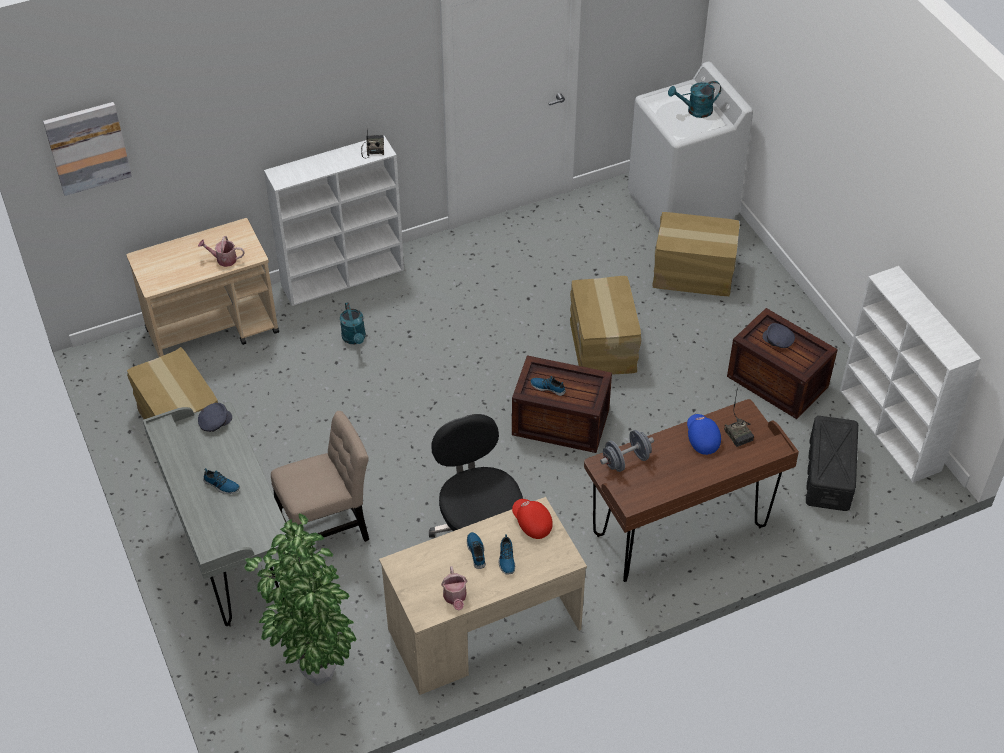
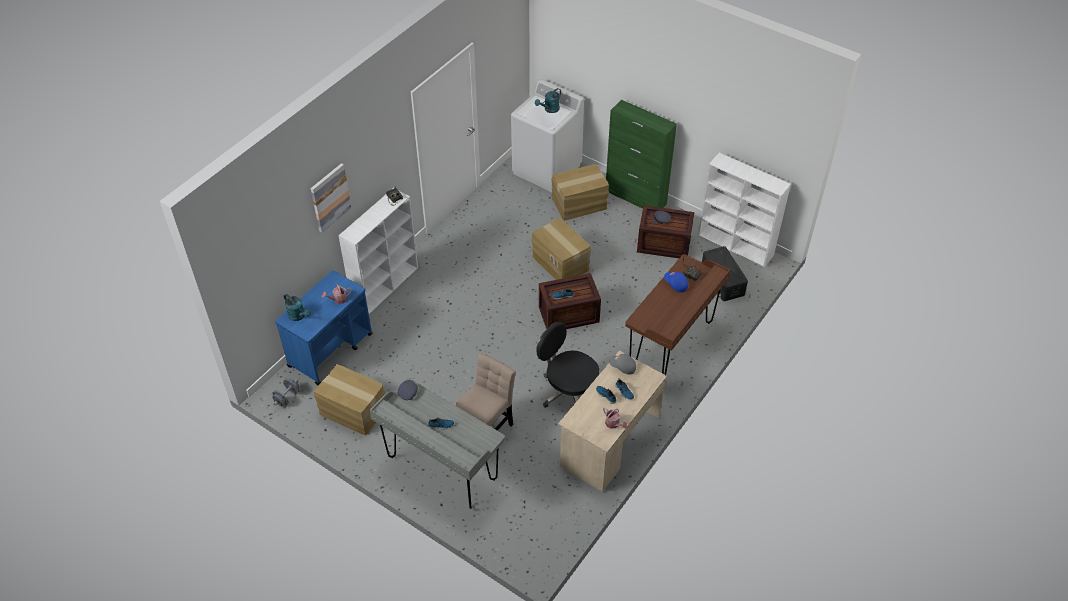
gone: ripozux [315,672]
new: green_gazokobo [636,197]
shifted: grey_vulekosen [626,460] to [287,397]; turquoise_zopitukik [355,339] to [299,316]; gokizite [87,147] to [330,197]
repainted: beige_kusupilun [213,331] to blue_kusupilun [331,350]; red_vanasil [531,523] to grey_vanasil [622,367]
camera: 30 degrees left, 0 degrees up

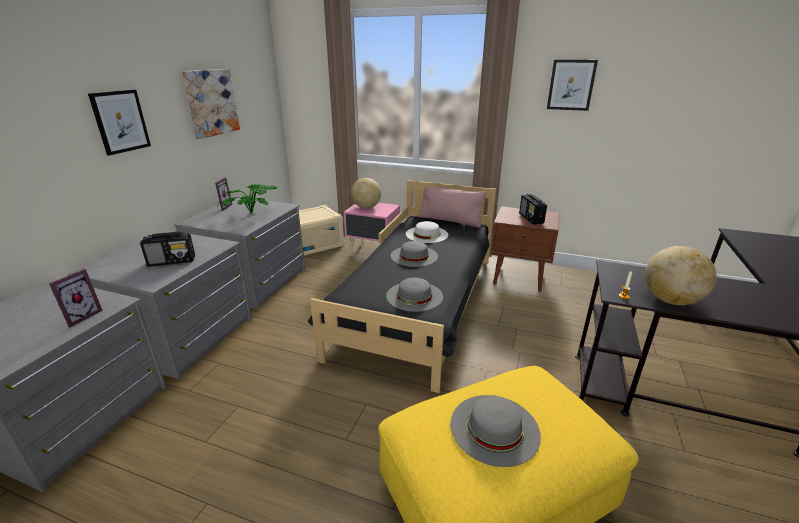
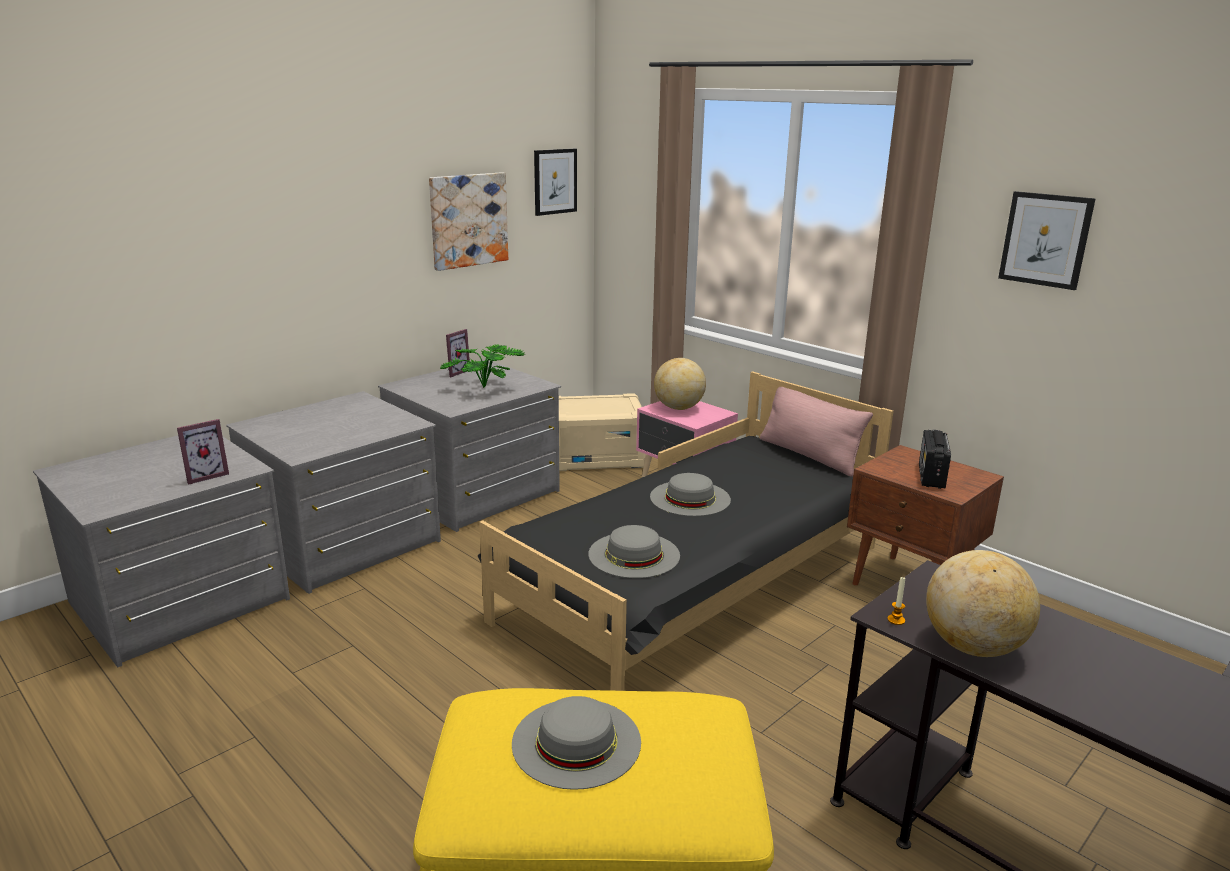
gone: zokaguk [172,261]; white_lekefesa [427,234]
shifted: gokizite [120,121] to [555,181]
camera: 25 degrees right, 5 degrees down

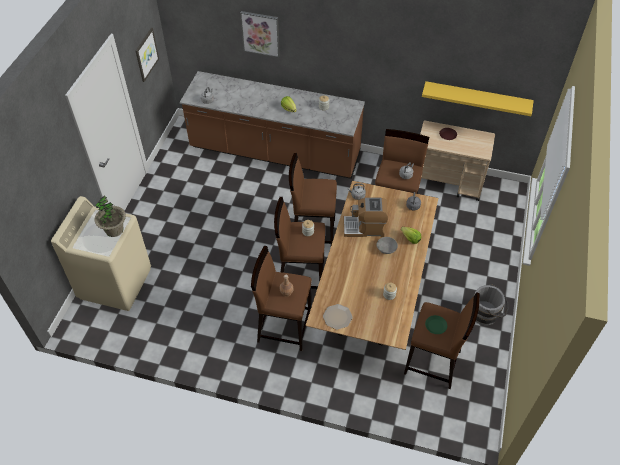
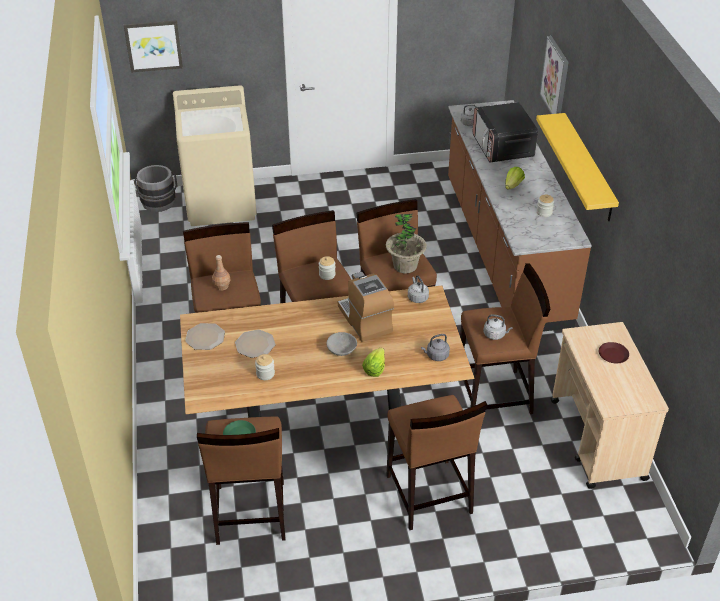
new: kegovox [255,344]; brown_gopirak [428,495]; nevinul [502,147]
shifted: gokizite [146,54] to [153,45]; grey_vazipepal [486,313] to [159,204]; ripozux [114,230] to [405,265]; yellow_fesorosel [477,98] to [588,167]
camera: 65 degrees right, 10 degrees down

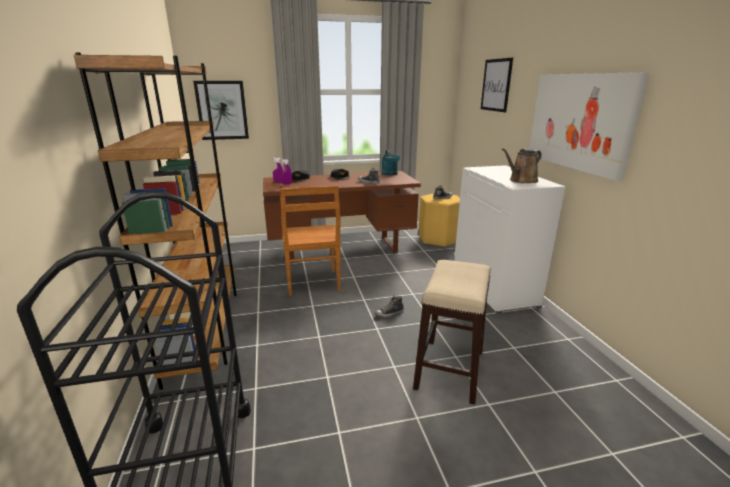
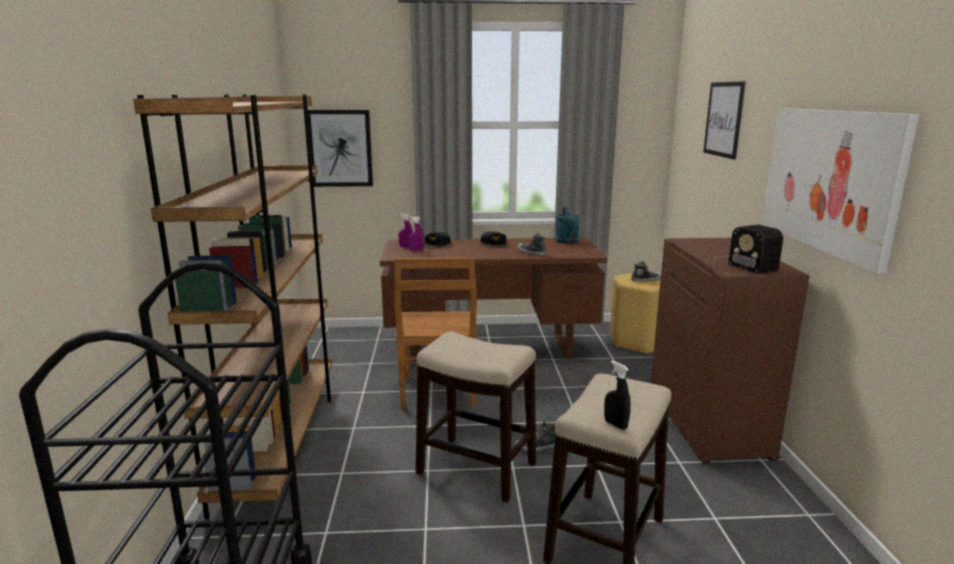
new: gopirak [475,468]; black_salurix [615,424]
swapped: brown_zopitukik [521,181] to zokaguk [743,263]
repainted: white_gazokobo [494,287] to brown_gazokobo [709,423]
camera: 10 degrees right, 5 degrees down

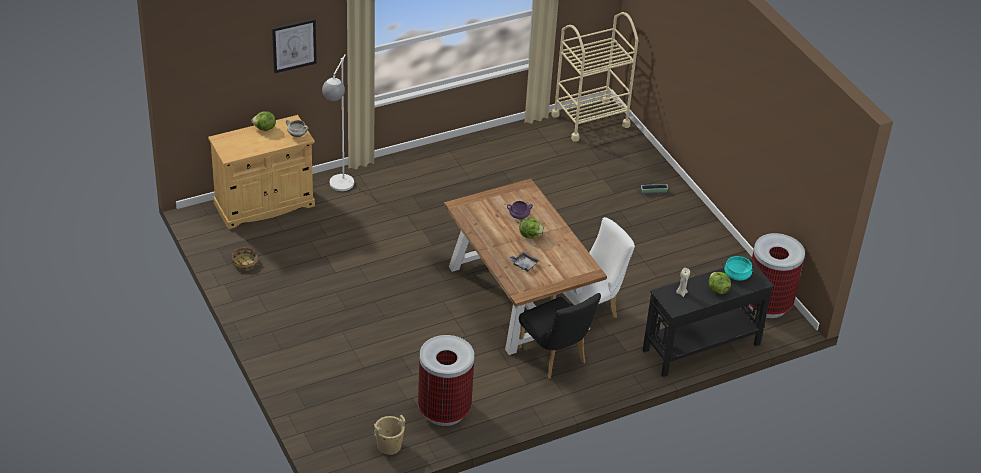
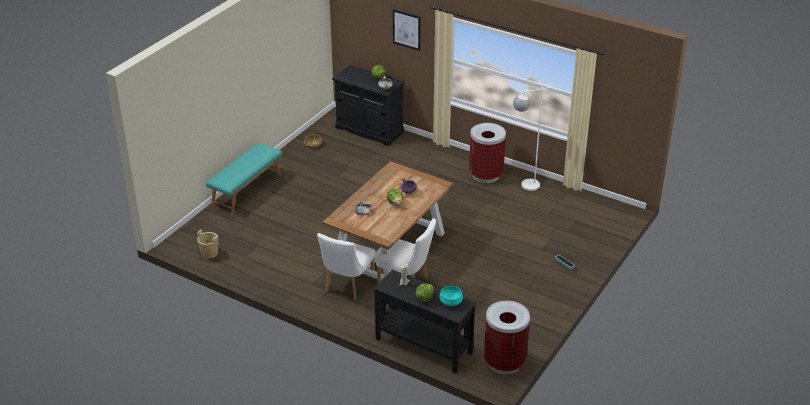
gone: beige_kusupilun [590,120]
new: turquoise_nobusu [246,190]
shifted: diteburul [444,410] to [486,175]; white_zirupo [339,189] to [524,186]
repainted: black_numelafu [555,358] to white_numelafu [347,286]; beige_gazokobo [264,205] to black_gazokobo [369,130]
camera: 60 degrees right, 5 degrees down

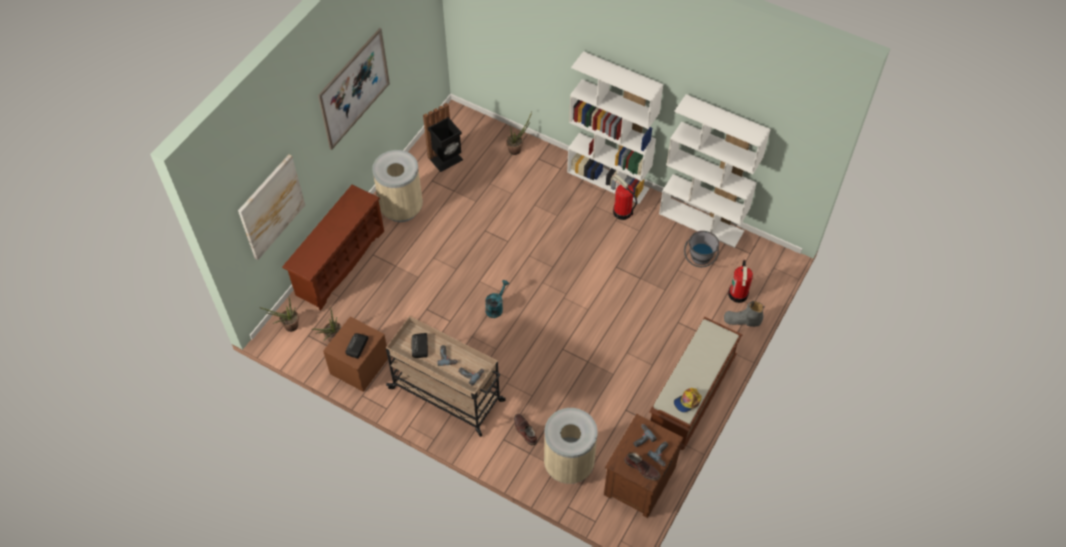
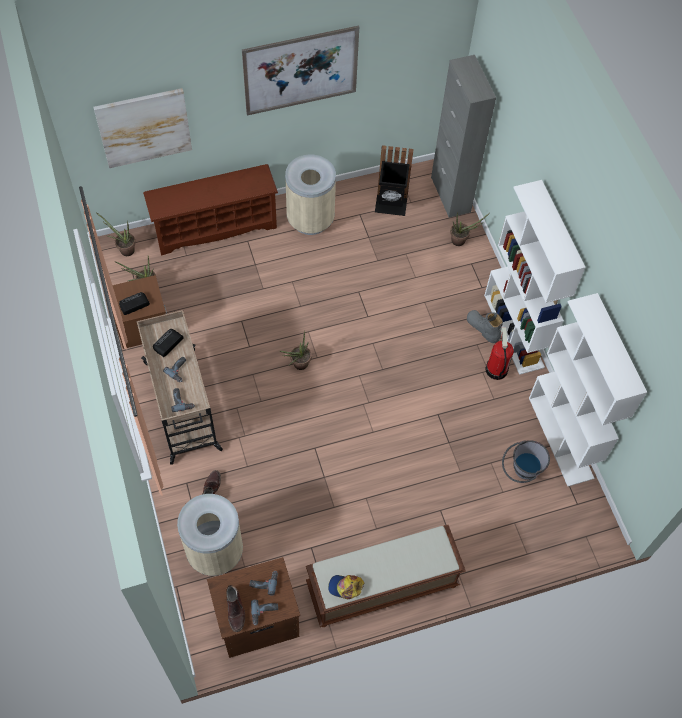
gone: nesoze [738,294]
new: grey_gazokobo [450,194]
shifted: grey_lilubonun [742,320] to [483,328]
swapped: turquoise_zopitukik [496,307] to ripozux [298,365]
camera: 40 degrees right, 5 degrees up

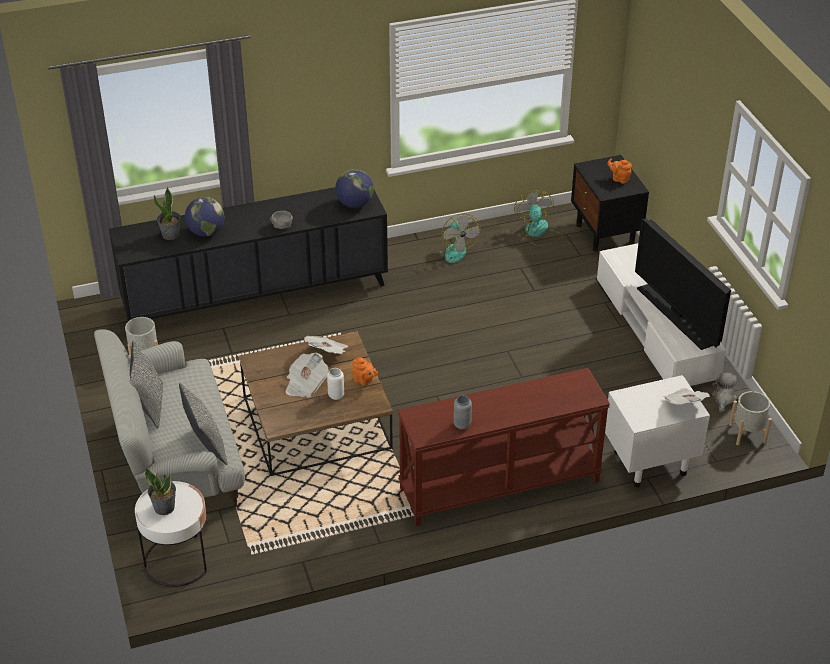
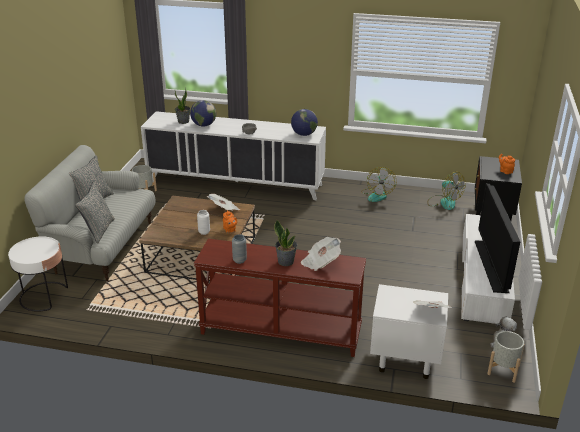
shifted: ripozux [164,507] to [286,261]; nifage [305,385] to [320,262]
repainted: black_gazokobo [255,295] to white_gazokobo [235,183]
rotated: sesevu [538,233] = [444,202] 120 degrees clockwise
camera: 30 degrees right, 10 degrees down

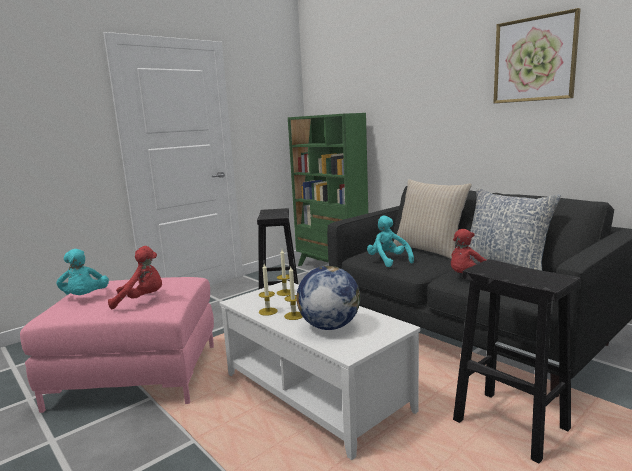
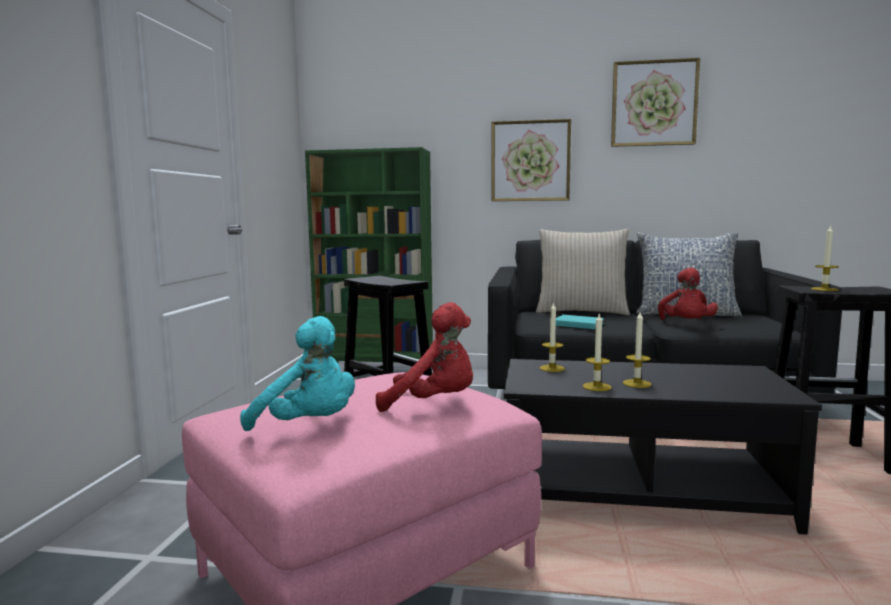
gone: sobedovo [329,326]
new: gokizite [530,161]; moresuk [824,289]
swapped: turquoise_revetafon [388,261] to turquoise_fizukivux [577,324]
repainted: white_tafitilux [316,391] to black_tafitilux [639,492]
rotated: red_revetafon [142,300] = [433,404] 60 degrees clockwise
camera: 40 degrees left, 5 degrees down

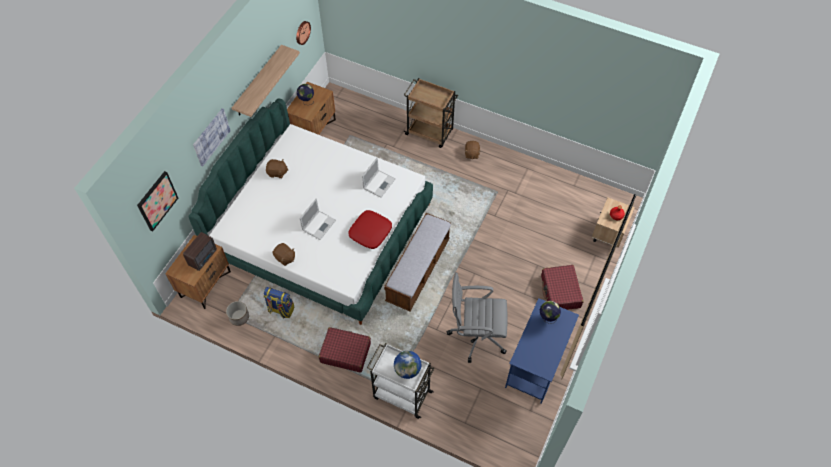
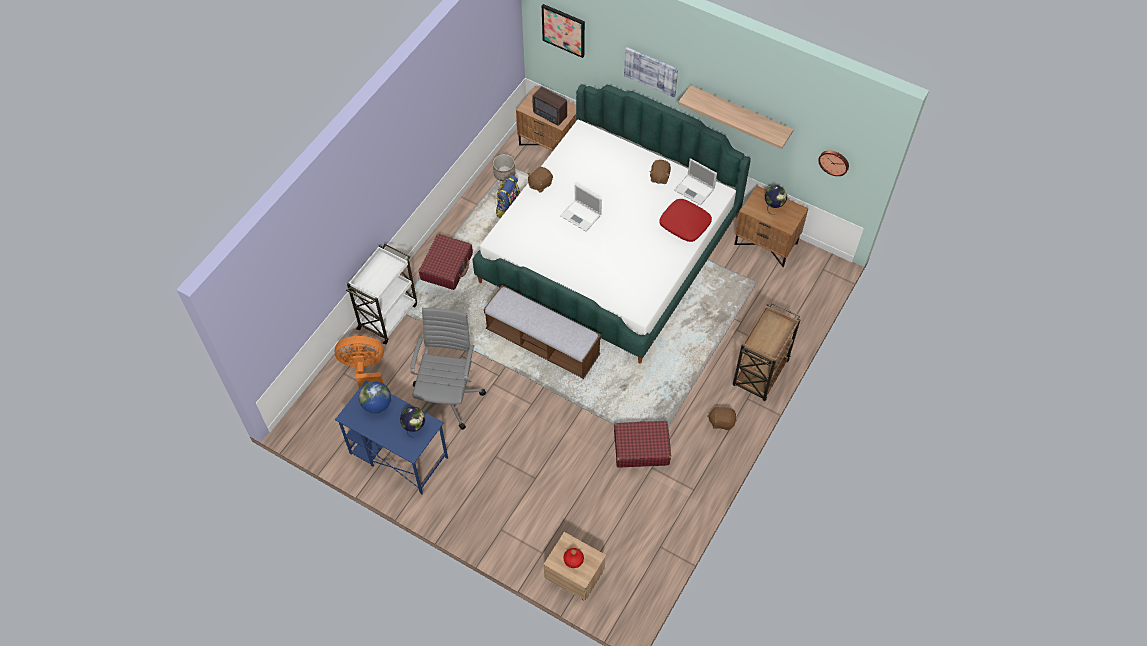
new: orange_sesevu [364,369]
shifted: sobedovo [407,369] to [377,404]; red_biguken [560,292] to [641,448]; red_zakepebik [370,232] to [685,224]; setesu [379,183] to [695,190]
camera: 95 degrees right, 0 degrees up

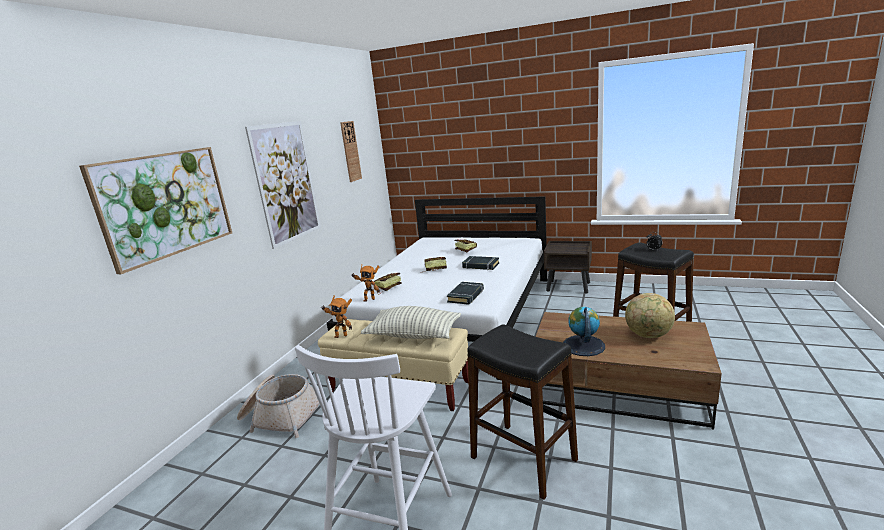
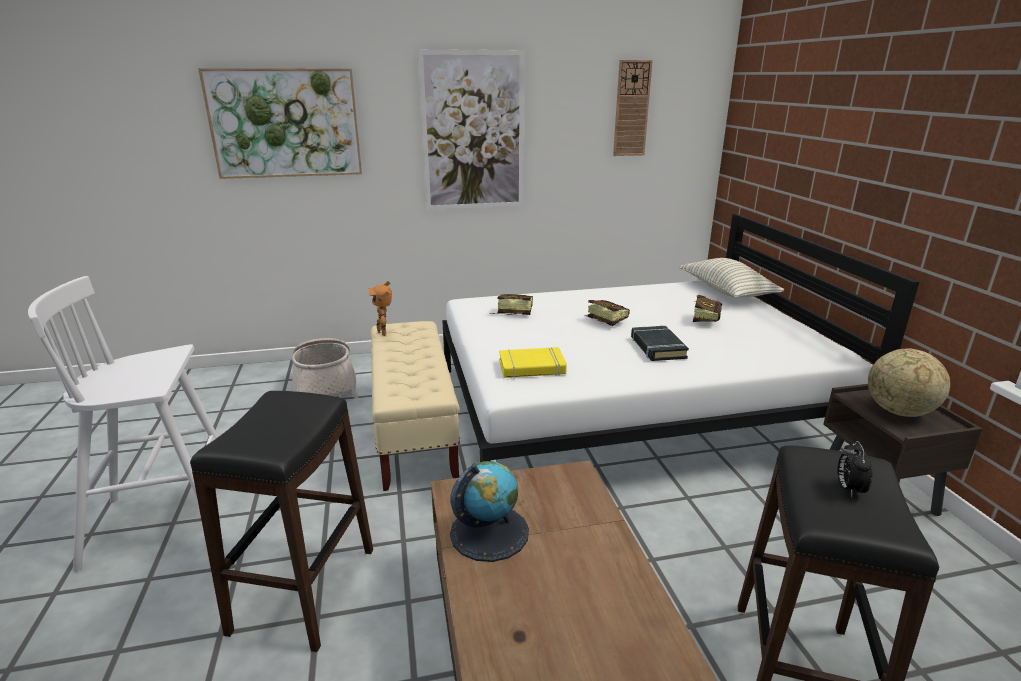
gone: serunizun [369,299]
shifted: zakepebik [413,335] to [726,291]; sobedovo [648,335] to [898,412]
repainted: black_fizukivux [466,296] to yellow_fizukivux [532,368]
camera: 55 degrees right, 5 degrees up

